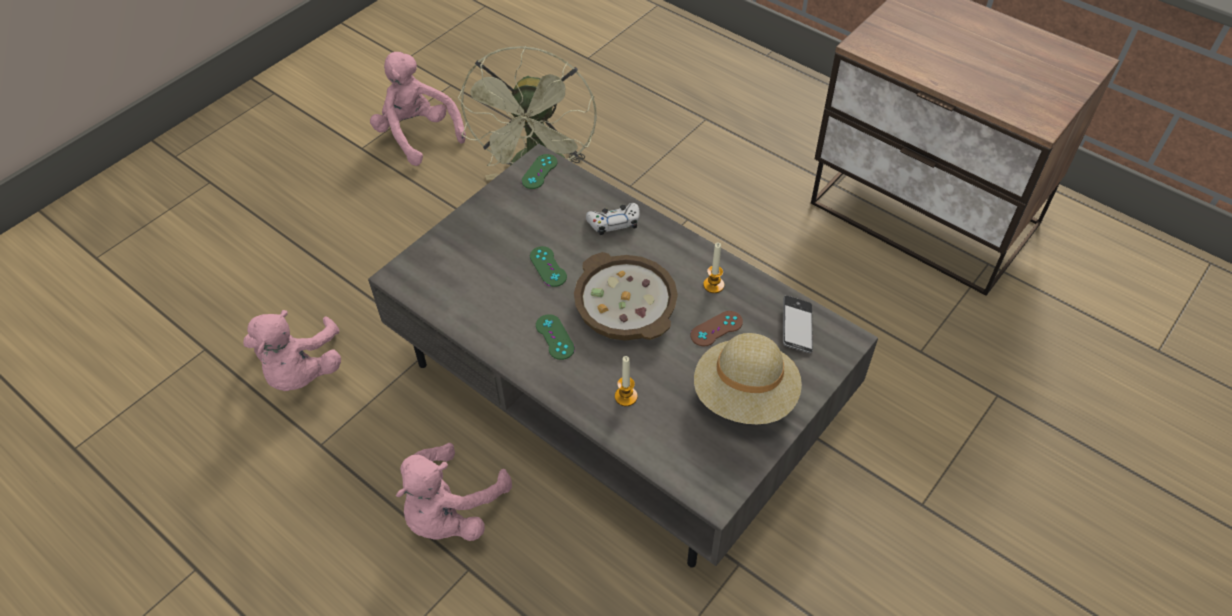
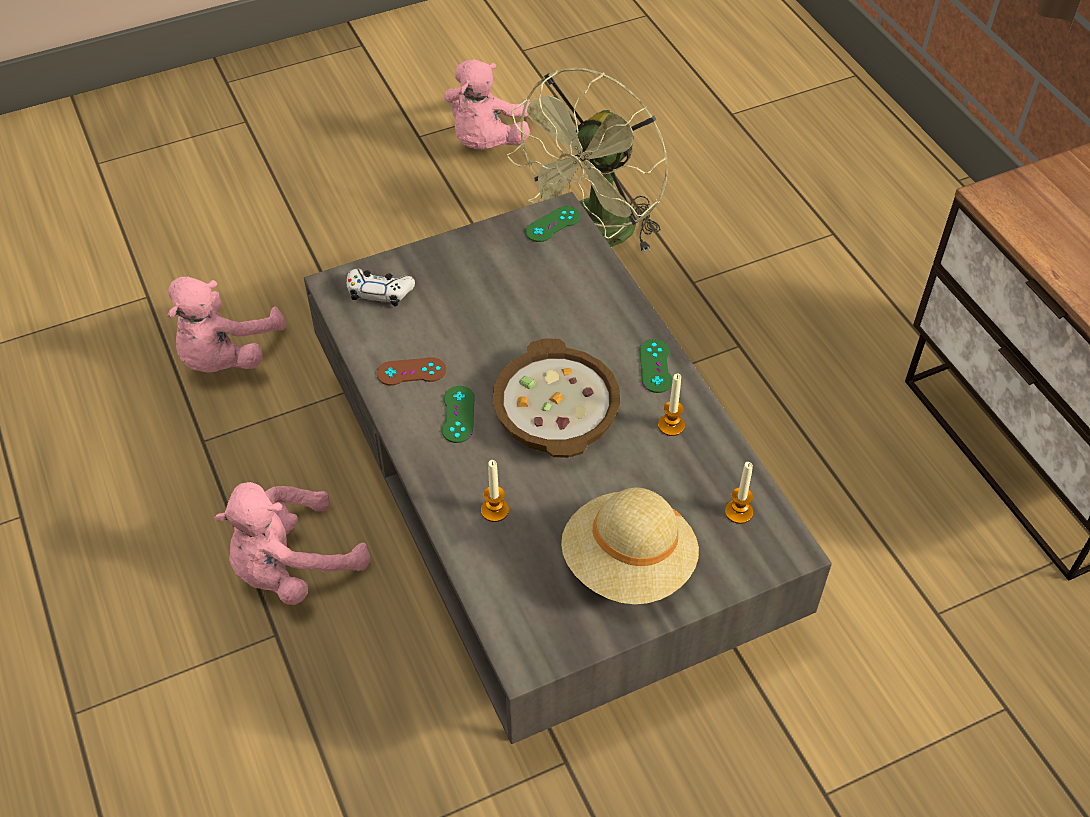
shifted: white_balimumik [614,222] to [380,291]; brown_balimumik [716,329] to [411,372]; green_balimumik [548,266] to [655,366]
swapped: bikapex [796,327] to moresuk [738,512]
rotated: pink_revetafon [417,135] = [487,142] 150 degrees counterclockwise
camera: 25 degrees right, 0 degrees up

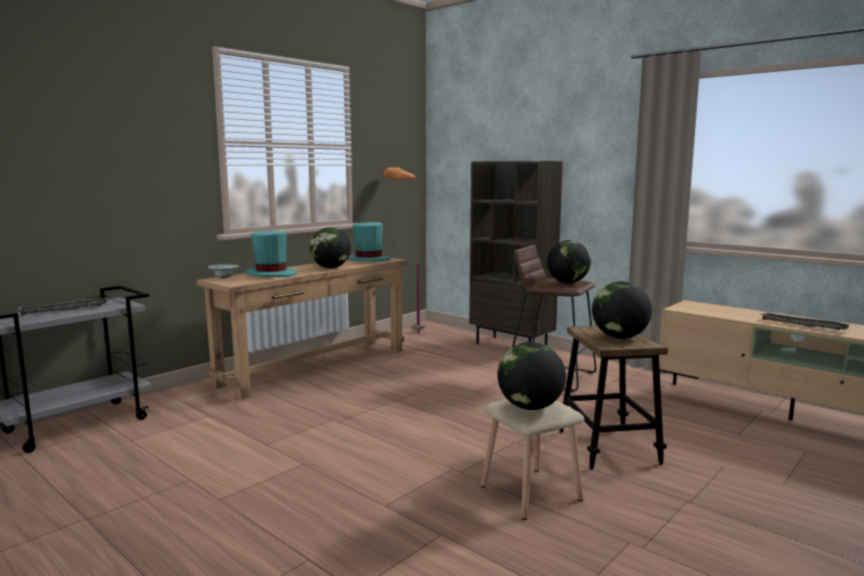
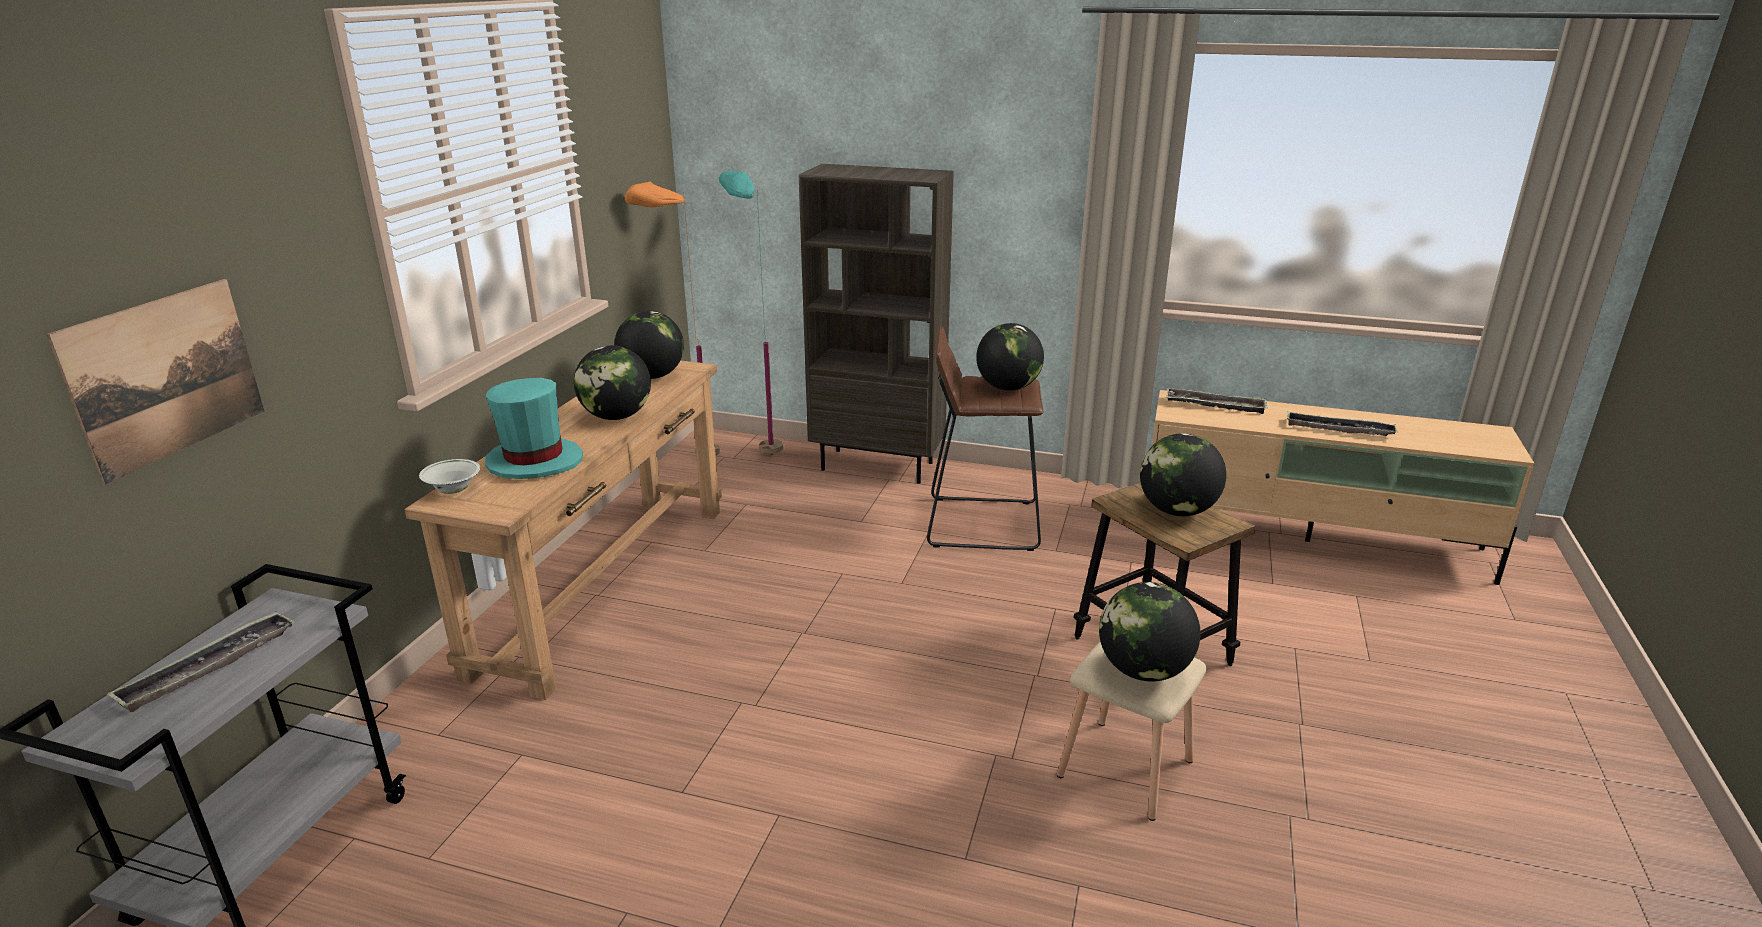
new: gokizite [166,376]; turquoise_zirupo [759,448]; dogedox [1215,405]
swapped: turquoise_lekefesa [368,260] to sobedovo [652,376]
camera: 25 degrees left, 15 degrees up

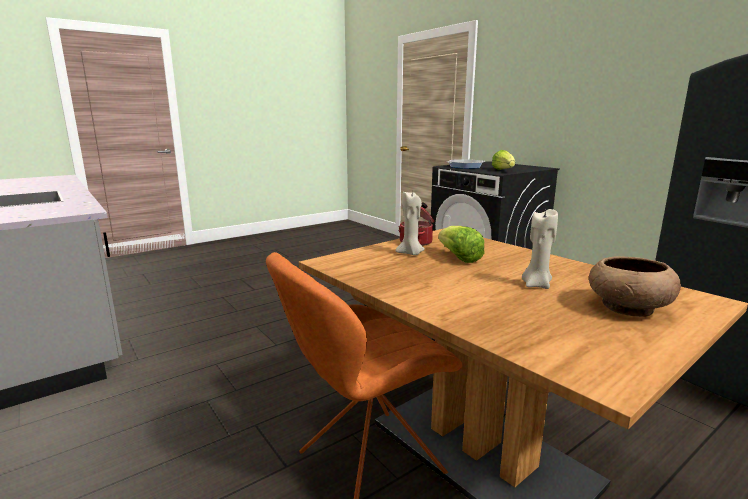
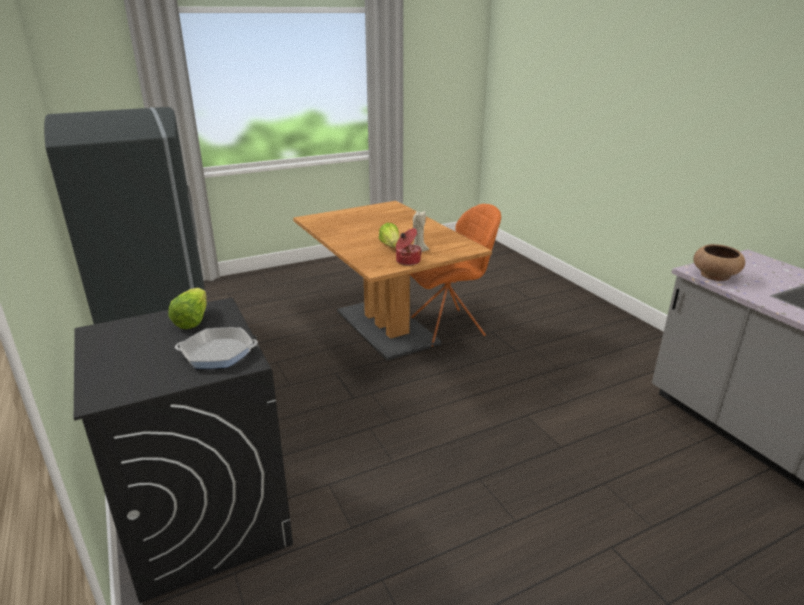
gone: beige_moresuk [536,285]
shifted: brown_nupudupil [627,308] to [715,276]
camera: 170 degrees left, 10 degrees up

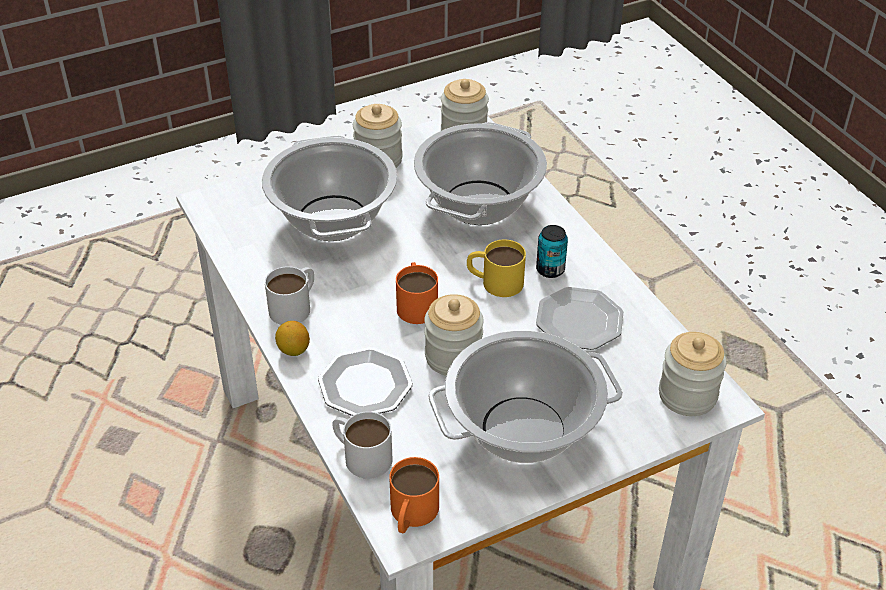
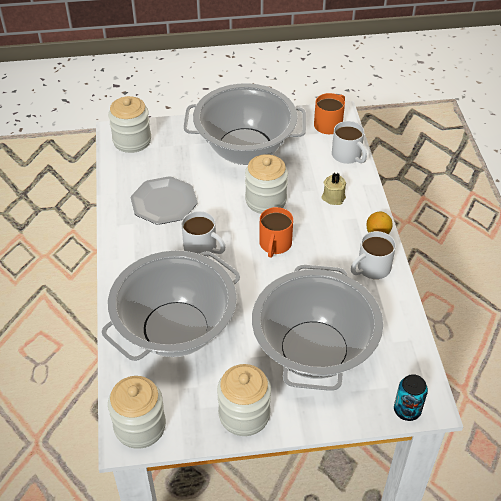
shifted: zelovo [550,270] to [407,410]
swapped: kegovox [366,385] to beige_moresuk [333,196]
repainted: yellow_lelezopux [494,281] to white_lelezopux [205,249]
camera: 160 degrees left, 5 degrees up

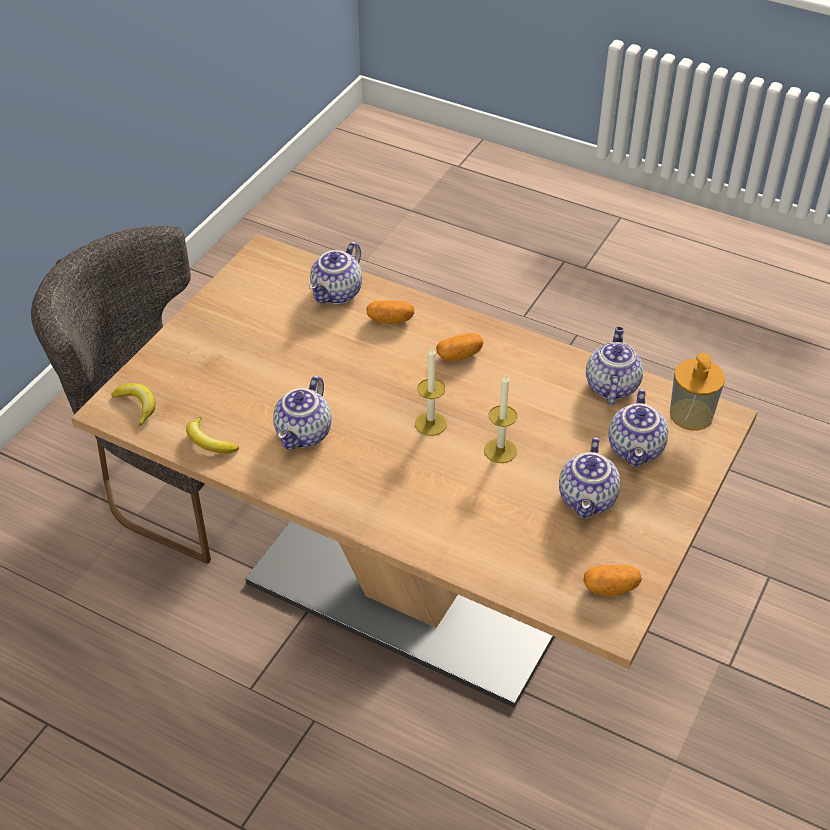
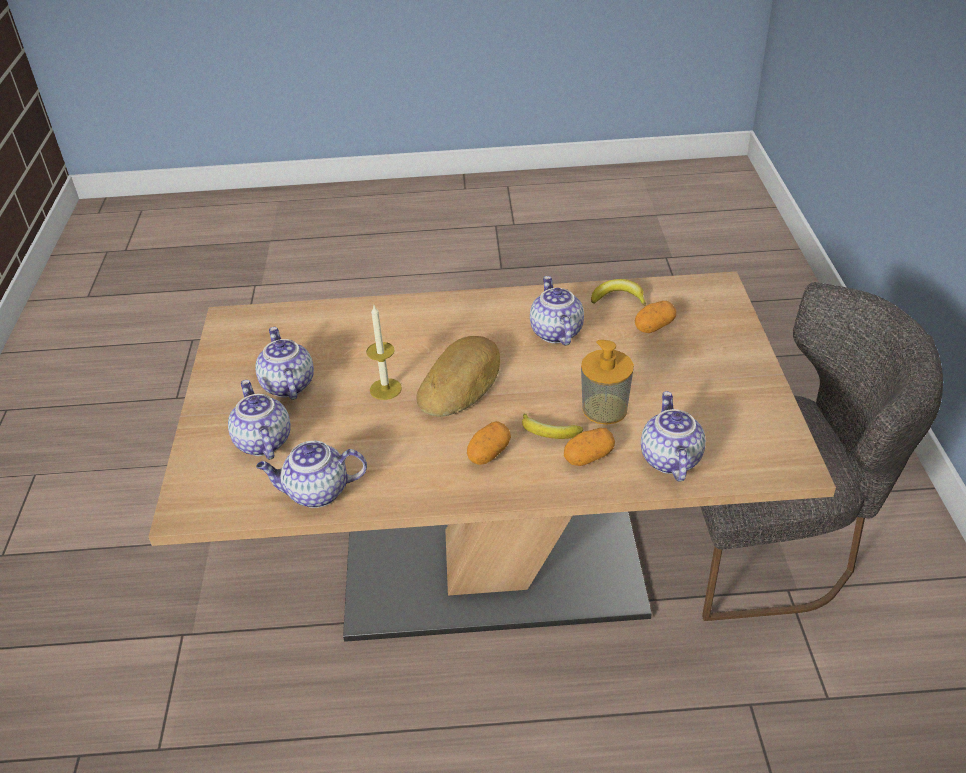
shifted: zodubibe [137,406] to [549,433]; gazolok [691,415] to [605,409]; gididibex [610,588] to [654,326]
swapped: moresuk [430,424] to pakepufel [462,383]
rotated: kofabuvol [611,386] = [316,492] 105 degrees clockwise
camera: 150 degrees right, 5 degrees down

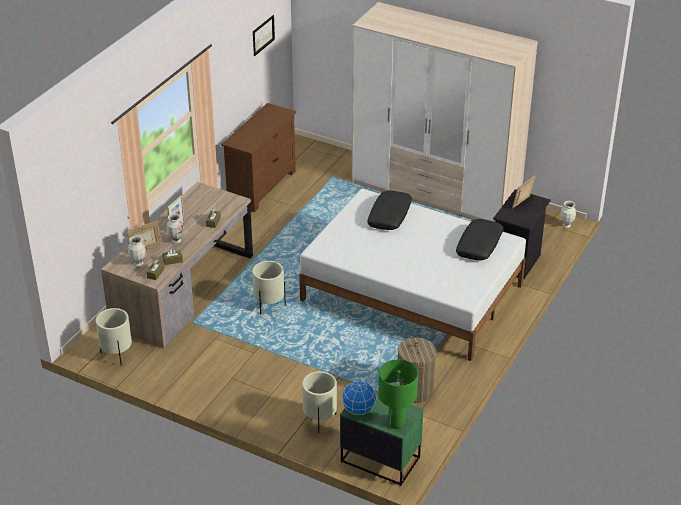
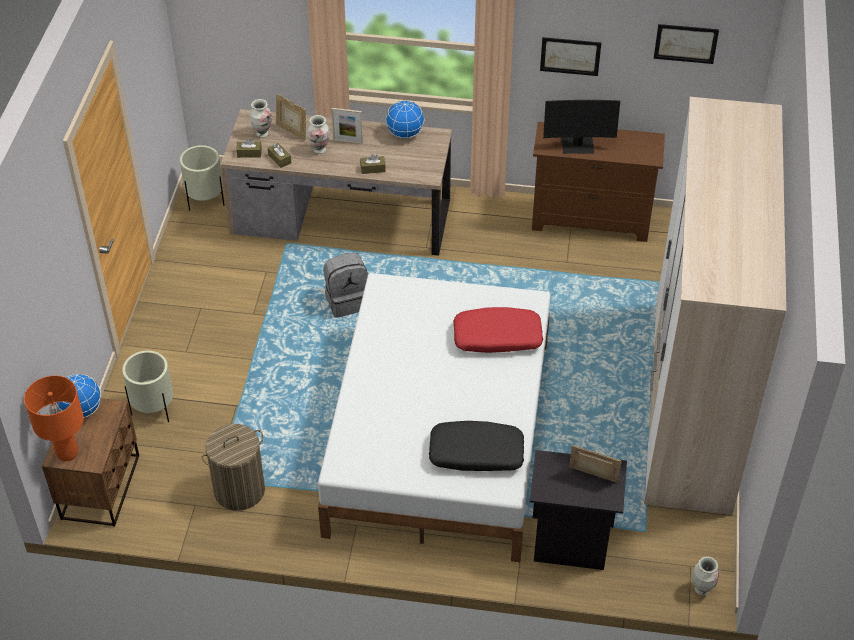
new: sobedovo [405,134]; gokizite [570,56]; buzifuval [577,146]
swapped: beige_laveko [269,306] to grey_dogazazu [347,301]
repainted: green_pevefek [396,423] to orange_pevefek [67,453]; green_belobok [380,459] to brown_belobok [102,487]; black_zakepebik [390,216] to red_zakepebik [497,338]
camera: 70 degrees right, 10 degrees up

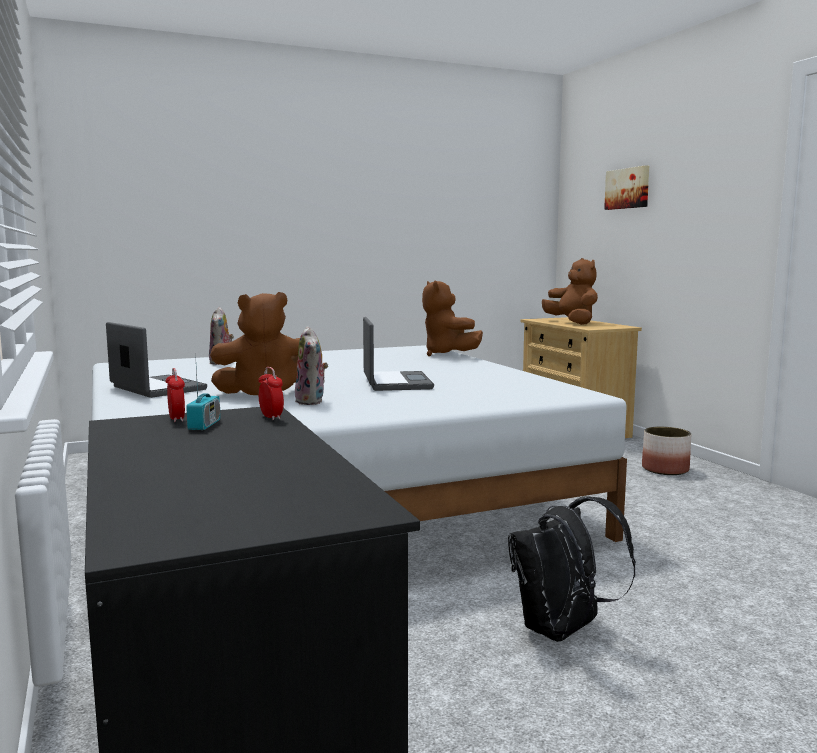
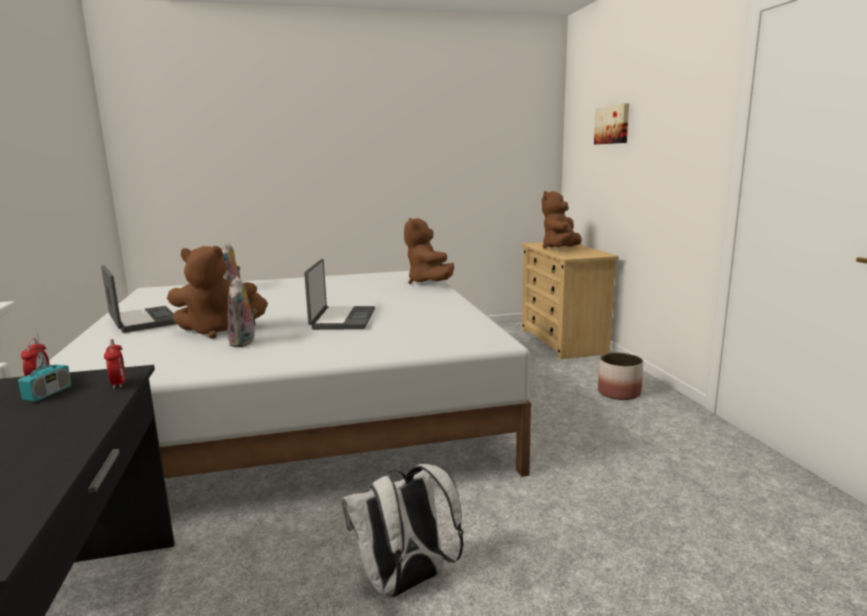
repainted: black_dogazazu [562,632] to white_dogazazu [405,584]
rotated: brown_revetafon [572,323] = [560,249] 135 degrees counterclockwise
camera: 10 degrees right, 5 degrees up

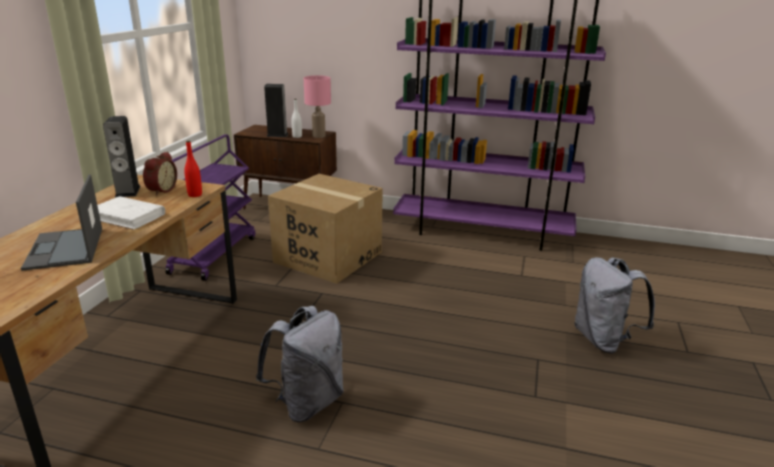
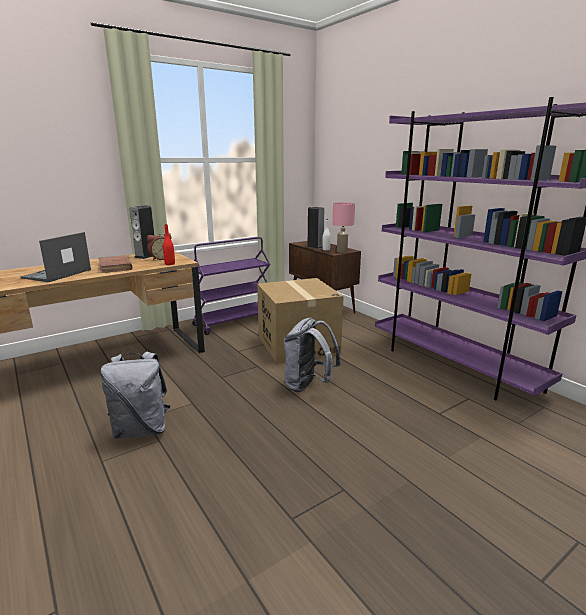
shifted: grey_dogazazu [603,340] to [308,385]
repainted: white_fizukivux [127,216] to brown_fizukivux [115,266]
camera: 40 degrees right, 5 degrees down

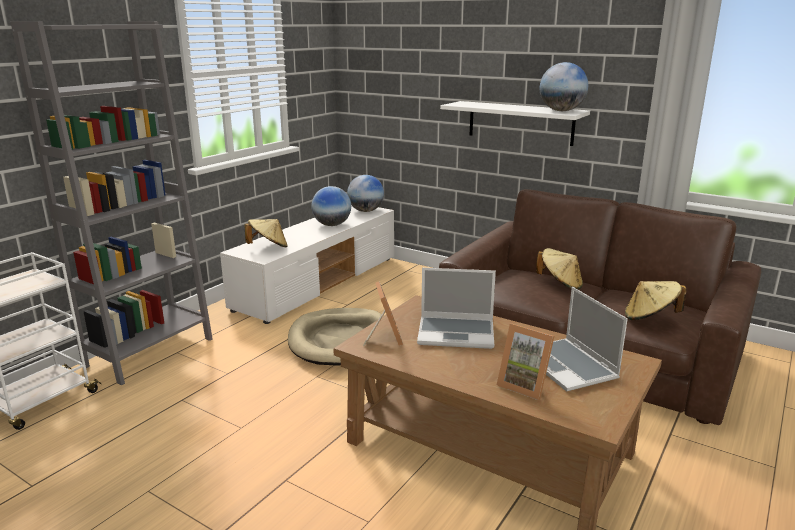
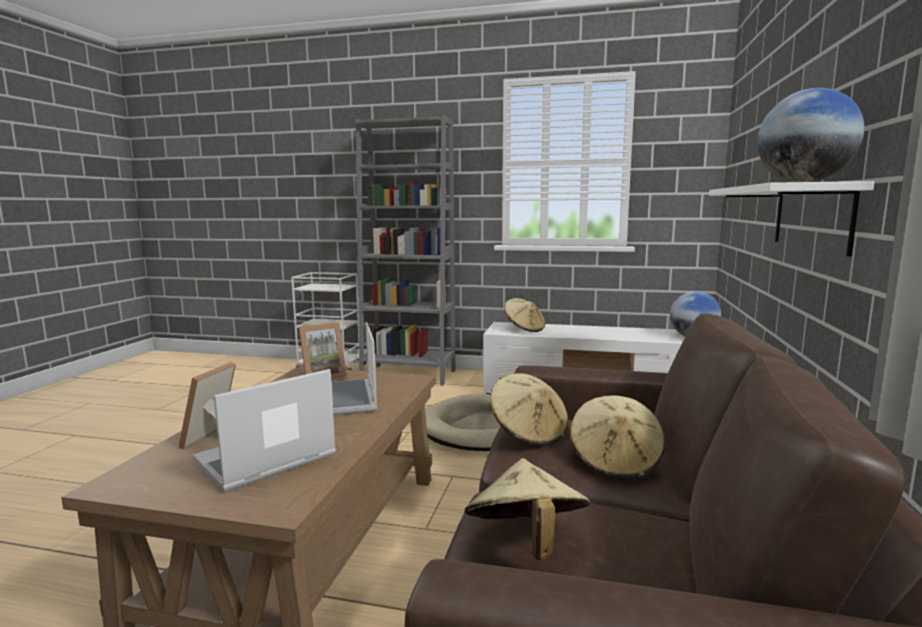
gone: sobedovo [332,225]
new: beige_lekefesa [528,433]
camera: 70 degrees right, 10 degrees down

